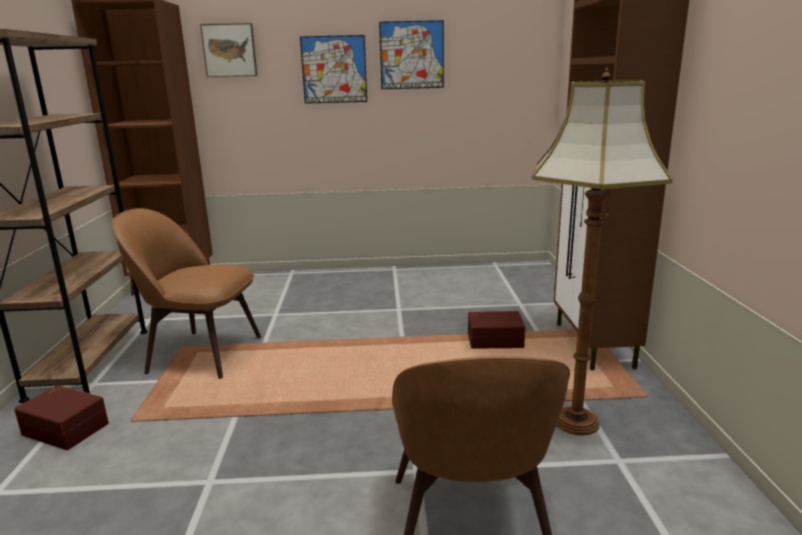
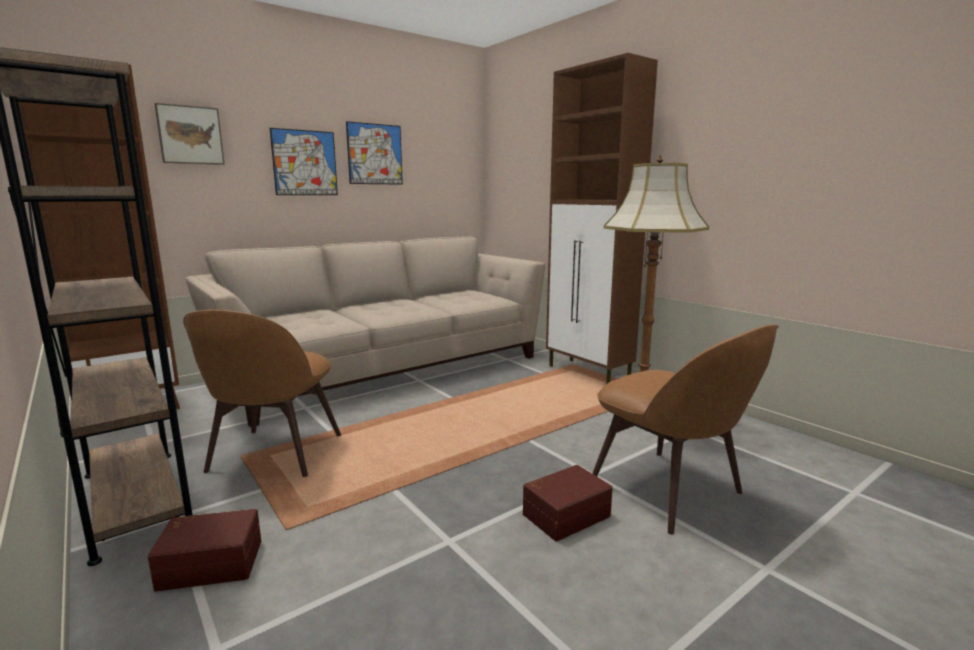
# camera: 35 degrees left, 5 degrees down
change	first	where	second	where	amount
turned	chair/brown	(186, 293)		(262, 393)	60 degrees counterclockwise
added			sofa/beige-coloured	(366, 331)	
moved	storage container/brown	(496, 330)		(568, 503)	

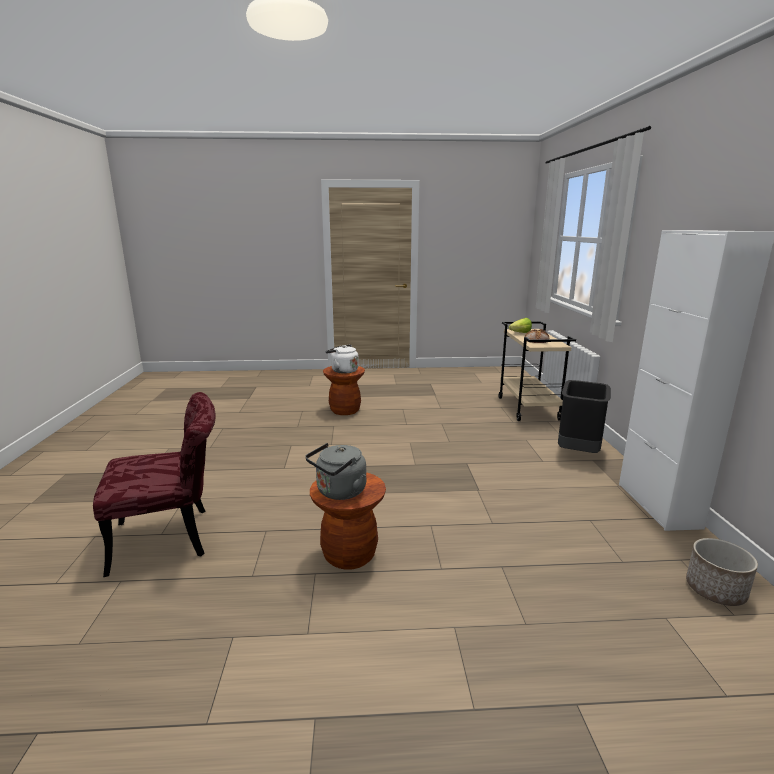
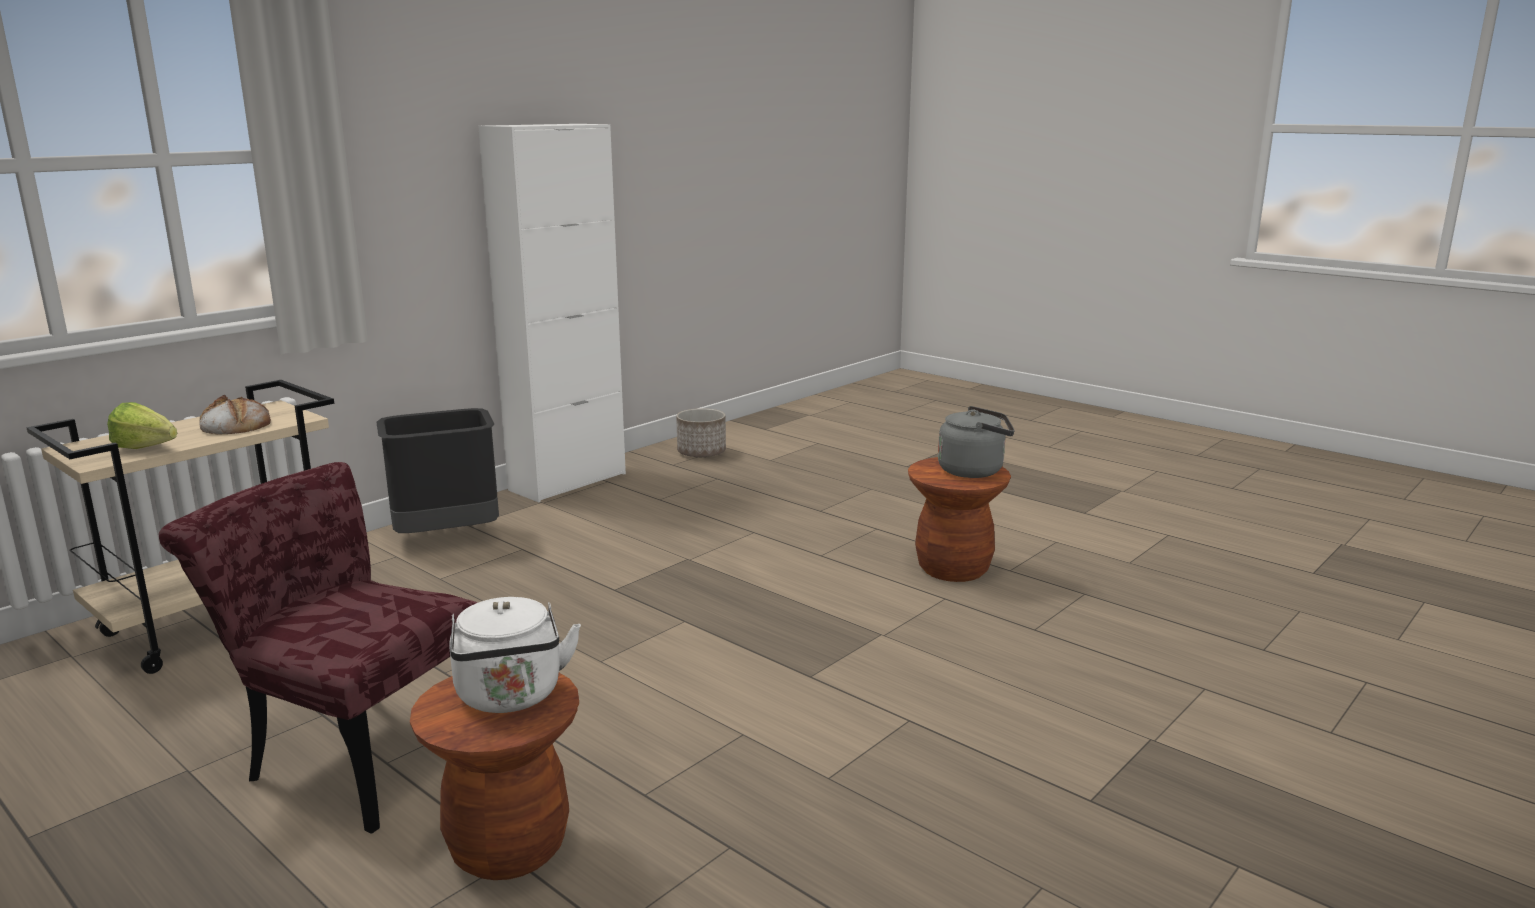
# camera: 135 degrees left, 0 degrees up
change	first	where	second	where	amount
moved	chair/reddish	(154, 484)		(318, 648)	

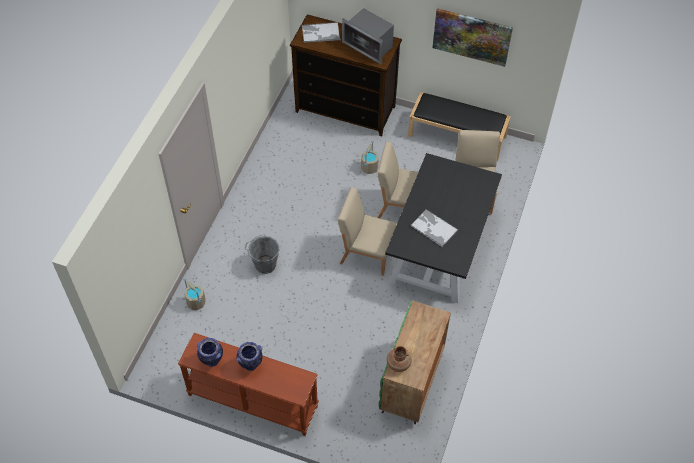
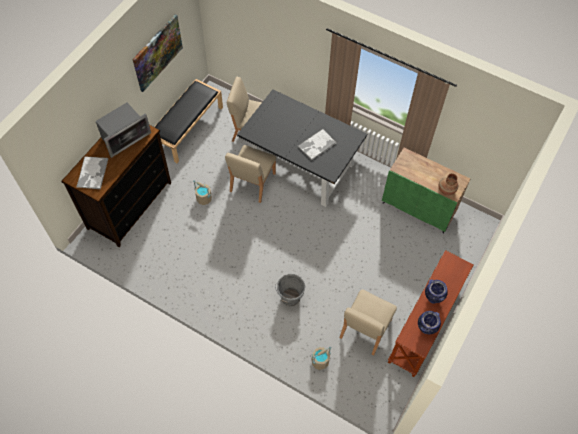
# camera: 80 degrees left, 5 degrees up
change	first	where	second	where	amount
moved	chair/beige-coloured	(367, 231)		(368, 322)	

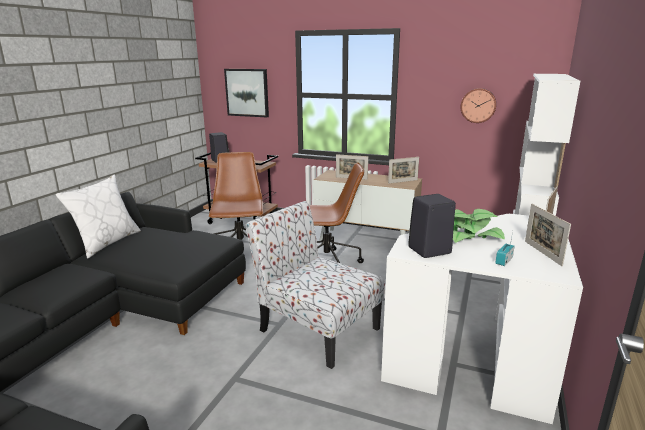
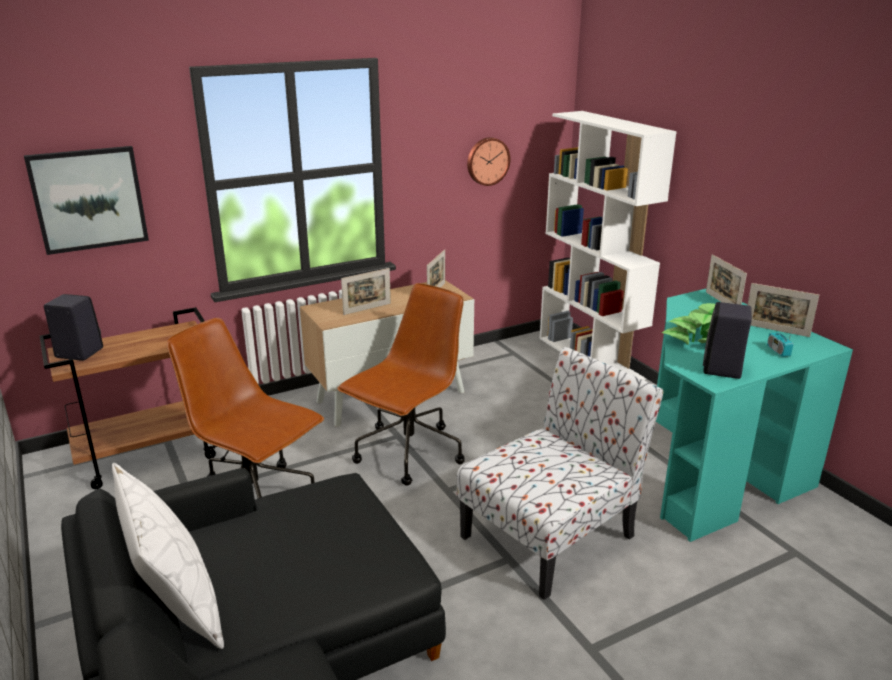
# camera: 50 degrees left, 5 degrees up
change	first	where	second	where	amount
turned	chair	(315, 285)		(559, 473)	150 degrees clockwise
recoloured	desk table/white	(482, 319)	desk table/turquoise	(754, 415)	

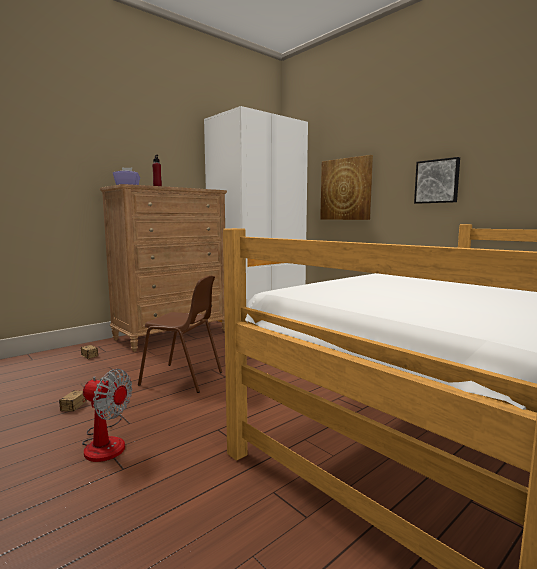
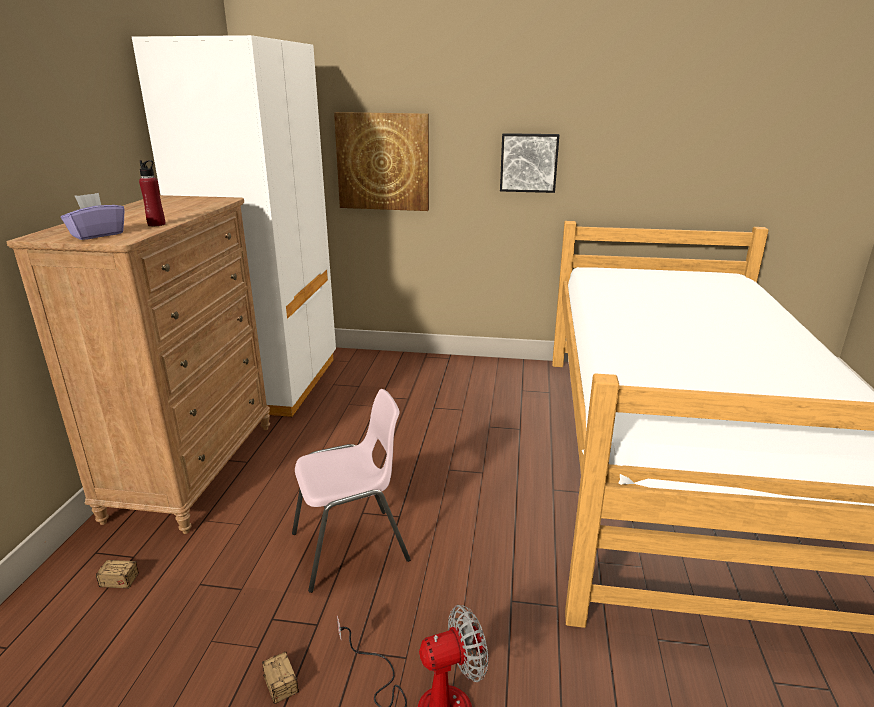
# camera: 40 degrees left, 15 degrees up
change	first	where	second	where	amount
recoloured	chair/brown	(180, 334)	chair/pink	(351, 491)	

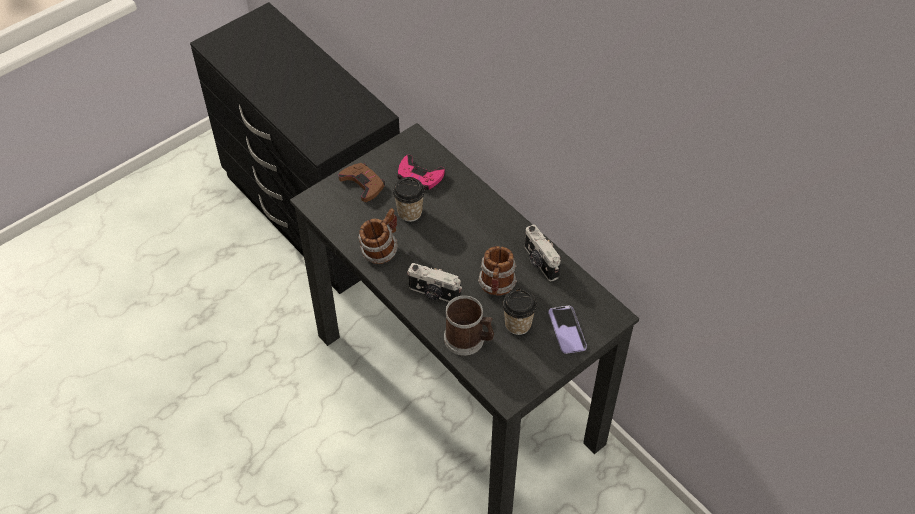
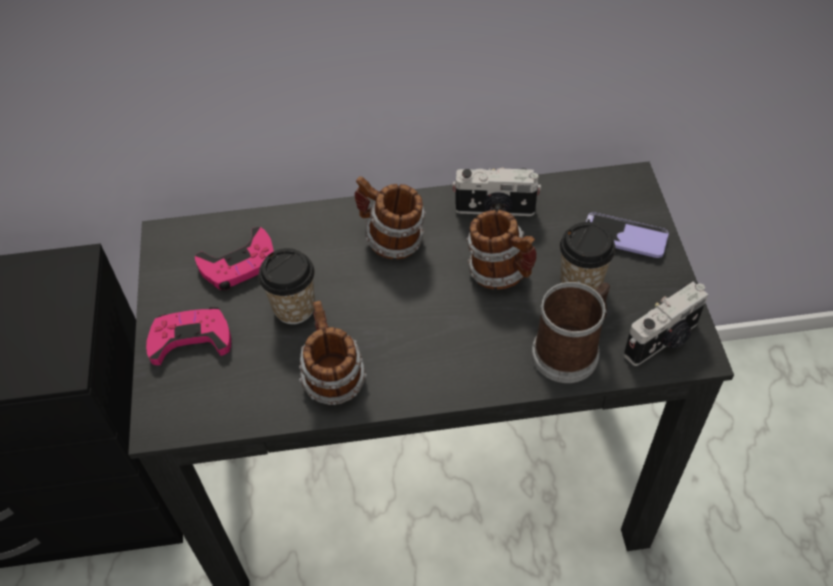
# camera: 55 degrees left, 0 degrees up
change	first	where	second	where	amount
recoloured	joypad/brown	(362, 182)	joypad/pink	(188, 336)	
added			mug	(390, 218)	
moved	still camera	(434, 282)		(666, 324)	

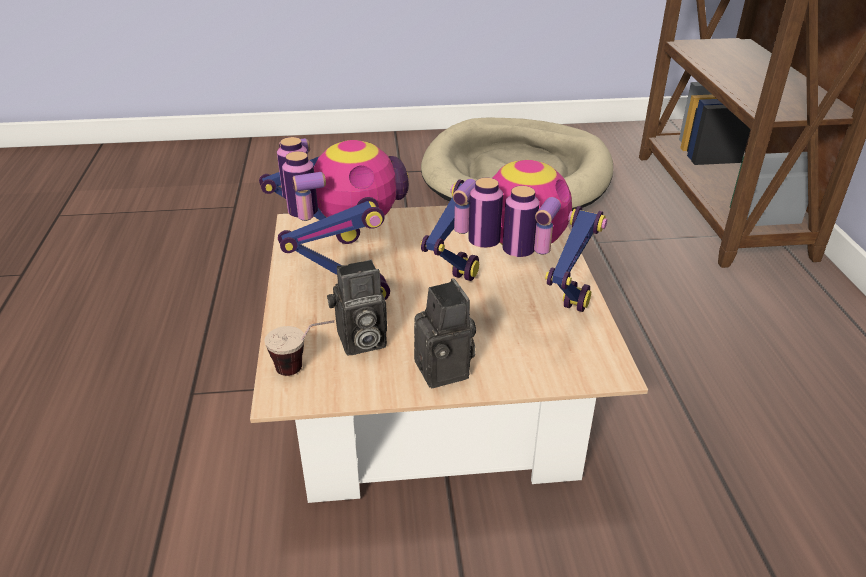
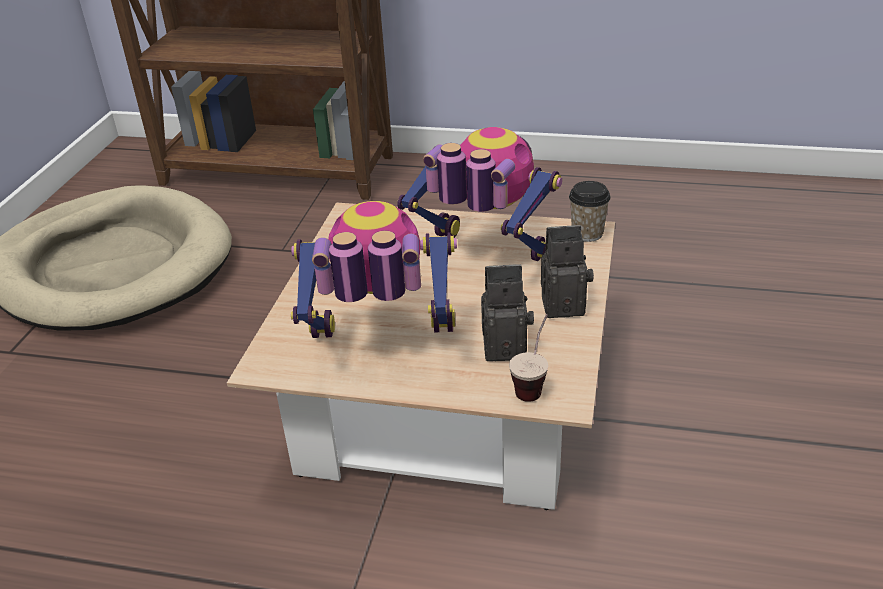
# camera: 70 degrees left, 0 degrees up
change	first	where	second	where	amount
turned	model robot	(514, 236)		(479, 194)	75 degrees clockwise
turned	still camera	(357, 307)		(507, 312)	90 degrees counterclockwise
added			drinking cup	(590, 211)	

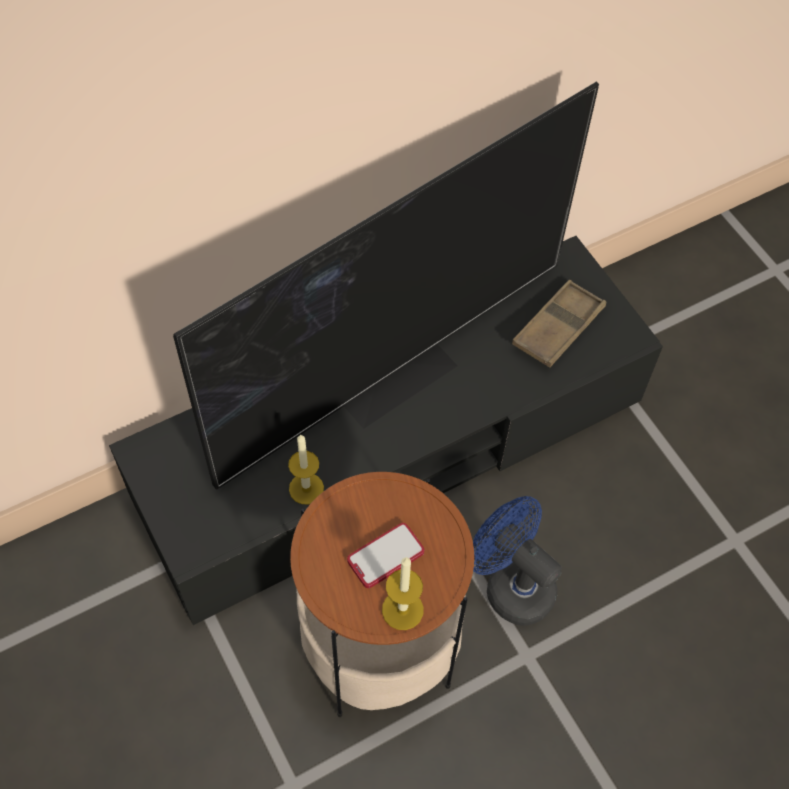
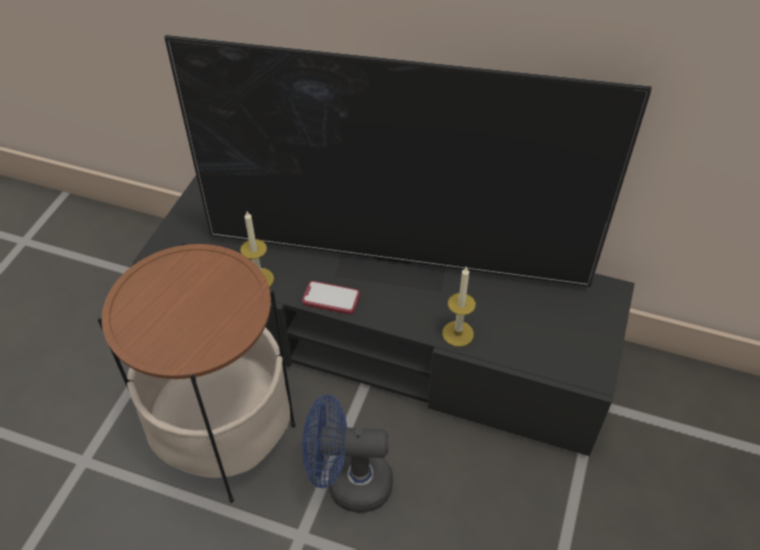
# camera: 50 degrees right, 10 degrees down
change	first	where	second	where	amount
moved	handset	(385, 555)		(331, 298)	
turned	cooling fan/blue	(517, 561)		(347, 453)	90 degrees counterclockwise
moved	wax light	(403, 593)		(459, 306)	
removed	serving tray/brown	(559, 324)			

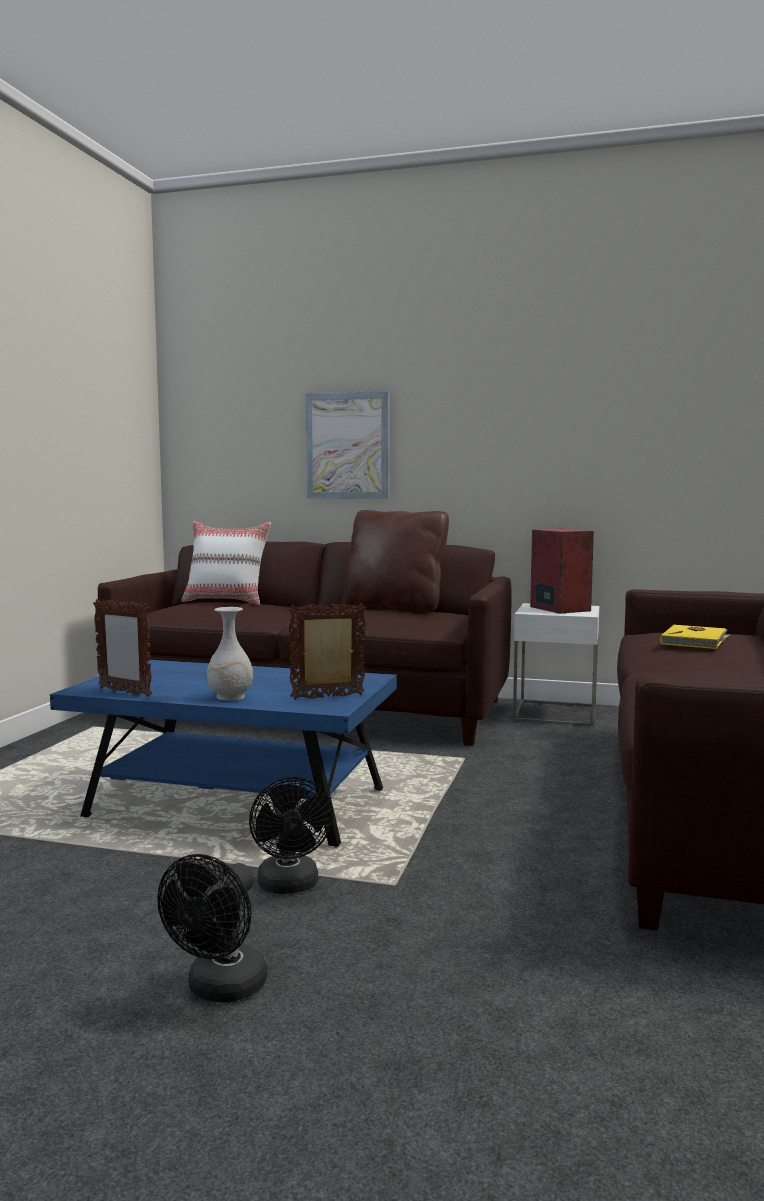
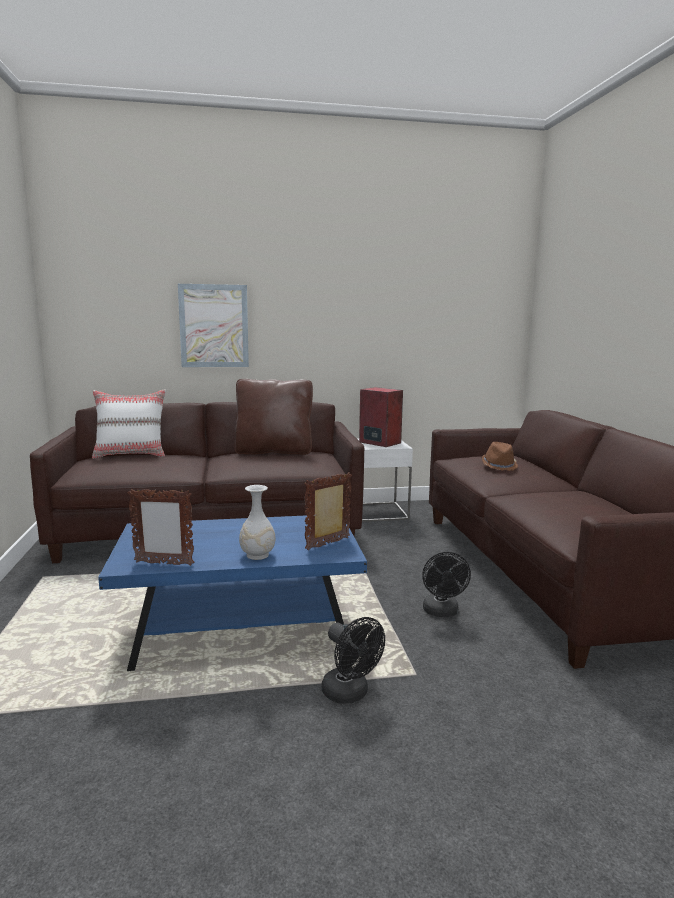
# camera: 25 degrees left, 5 degrees up
change	first	where	second	where	amount
moved	cooling fan/blackish	(212, 928)		(446, 584)	
replaced	volume/yellow	(695, 636)	wearable hat/brown	(500, 456)	

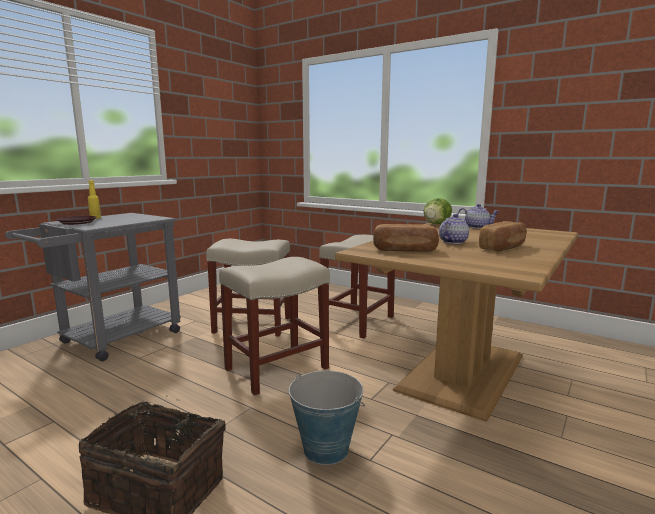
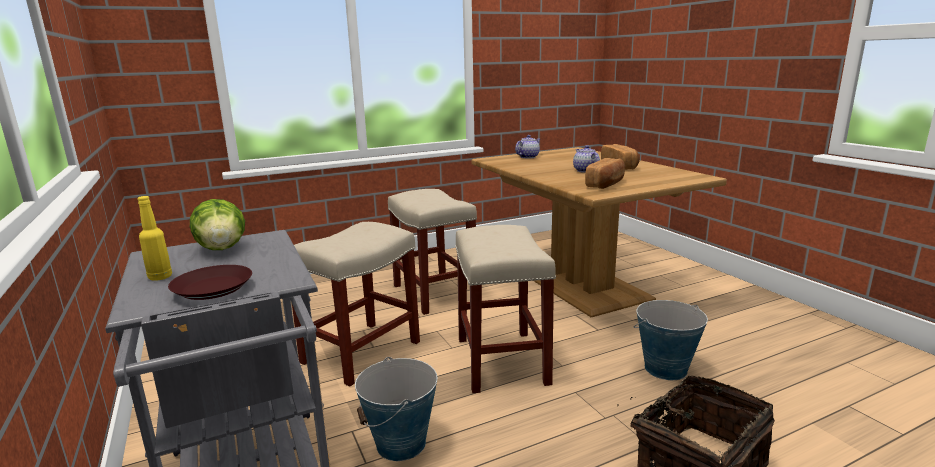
# camera: 60 degrees left, 5 degrees up
change	first	where	second	where	amount
moved	head of lettuce	(438, 211)		(217, 224)	
added			water bucket	(396, 409)	

